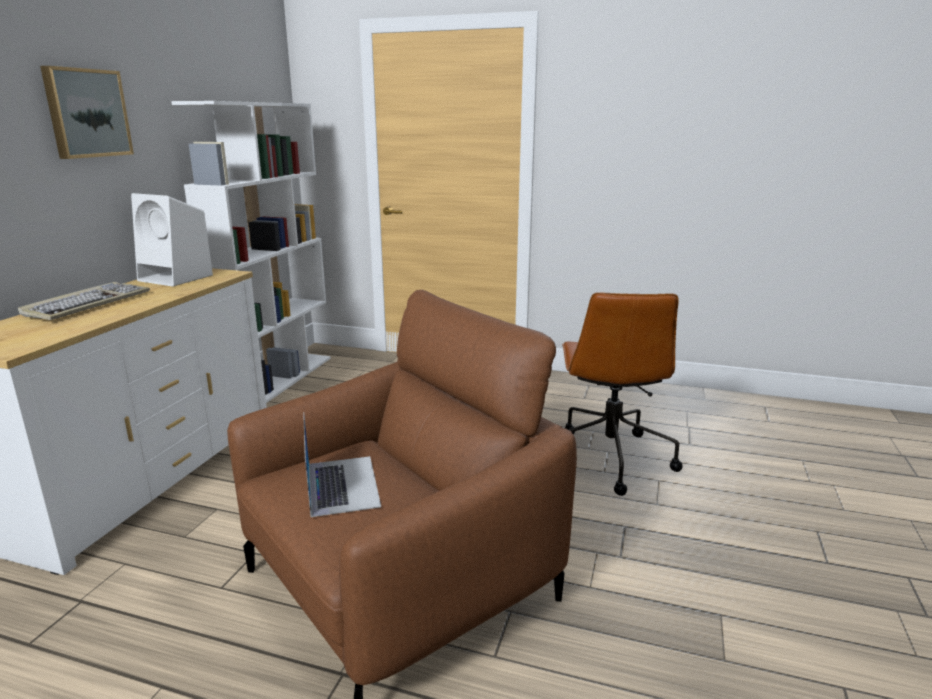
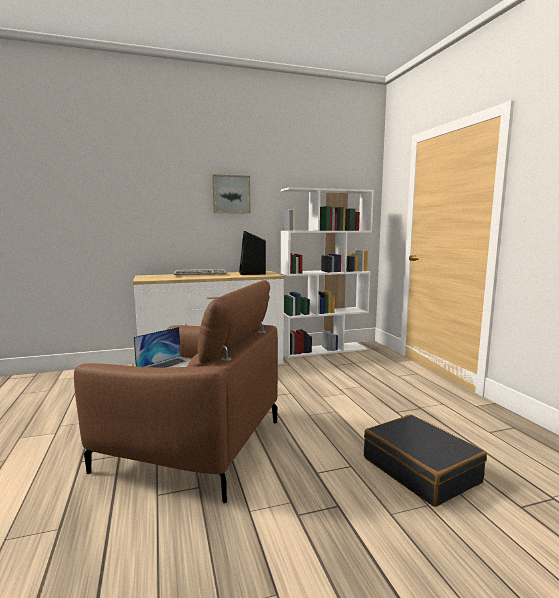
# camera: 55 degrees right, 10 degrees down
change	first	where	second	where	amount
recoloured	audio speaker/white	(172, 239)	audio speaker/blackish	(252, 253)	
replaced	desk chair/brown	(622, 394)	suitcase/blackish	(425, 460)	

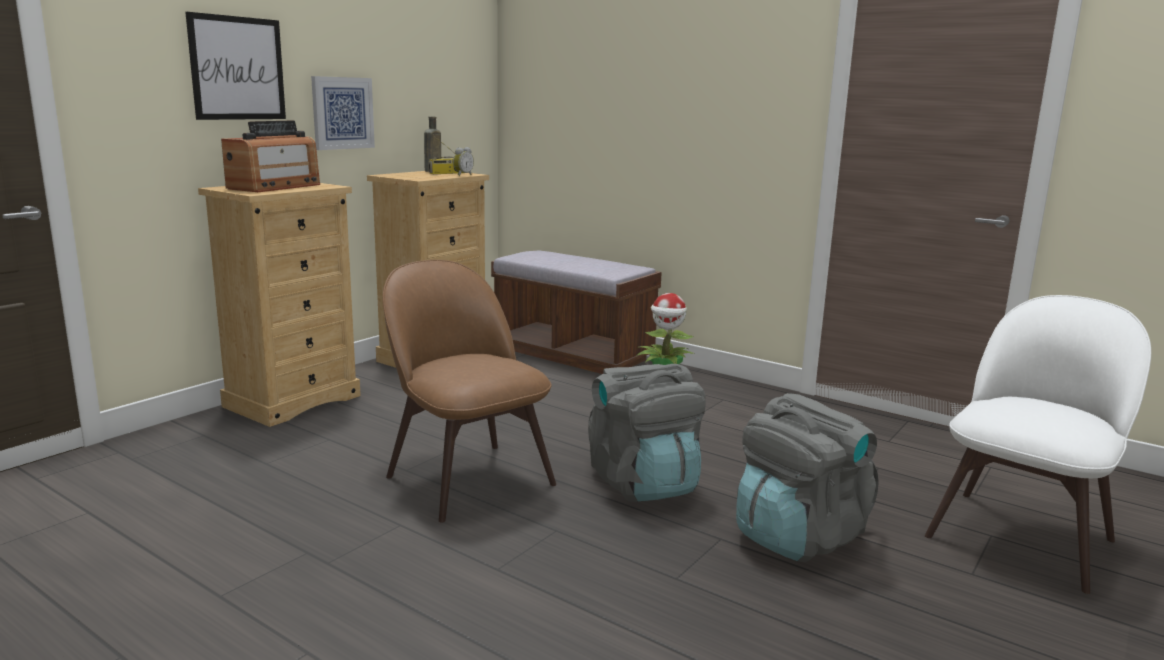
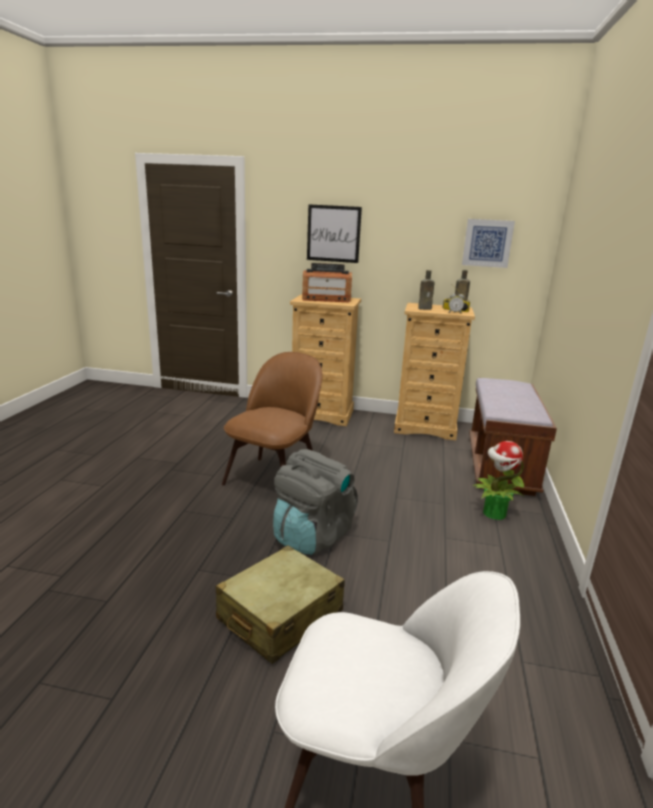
# camera: 65 degrees right, 5 degrees up
change	first	where	second	where	amount
replaced	knapsack/gray	(807, 477)	suitcase/beige-coloured	(280, 604)	
added			bottle/brown	(426, 290)	
moved	wall art	(343, 113)		(488, 243)	

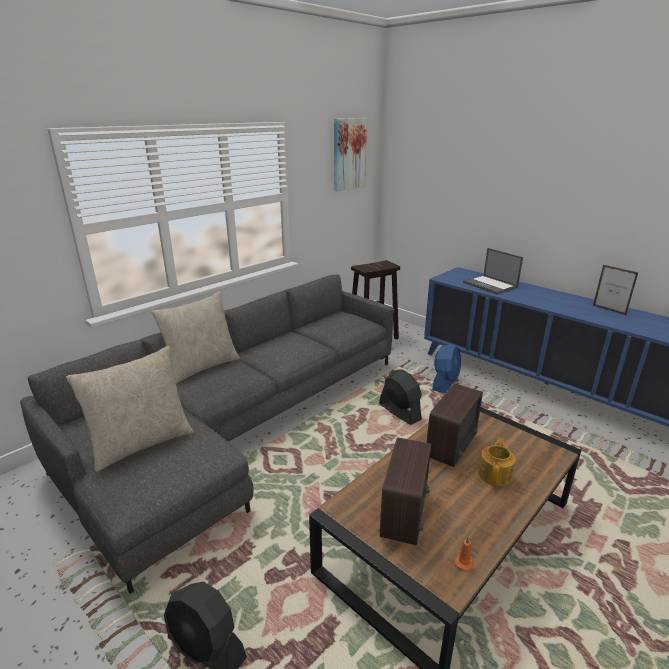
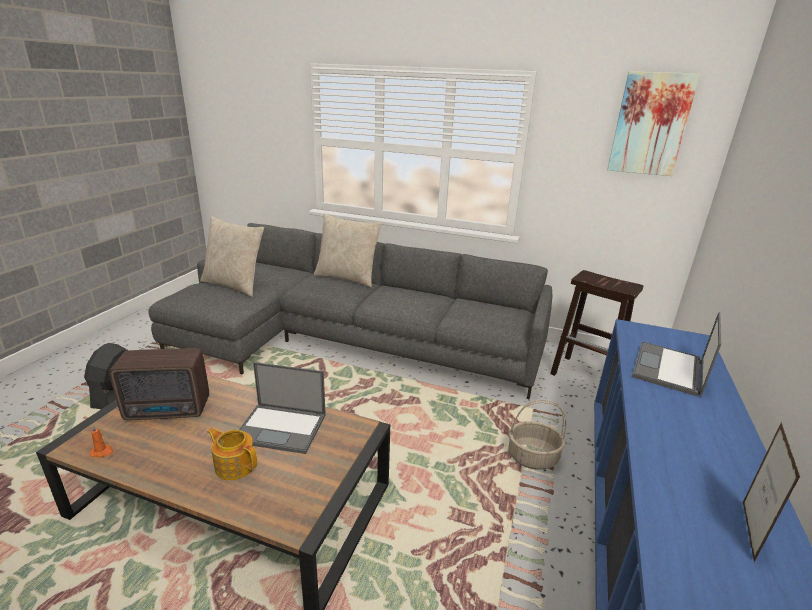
# camera: 65 degrees right, 0 degrees up
change	first	where	second	where	amount
turned	teapot	(496, 462)		(232, 454)	150 degrees counterclockwise
replaced	radio set	(454, 425)	notebook computer	(282, 408)	
replaced	cooling fan/blue	(446, 369)	basket	(537, 435)	
removed	cooling fan/blackish	(400, 397)			

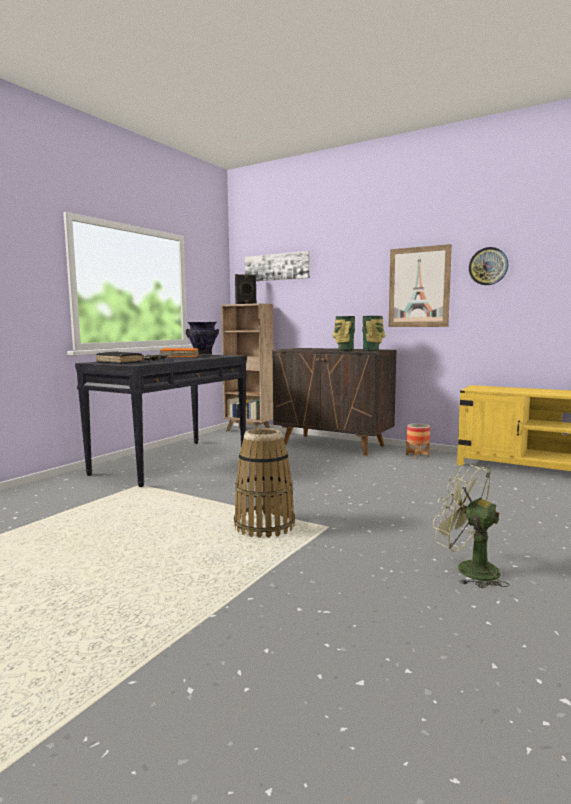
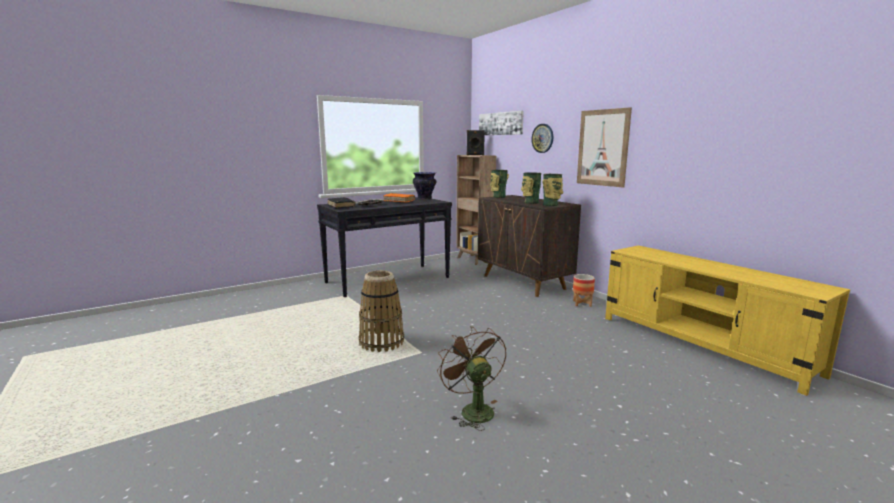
# camera: 25 degrees right, 5 degrees up
change	first	where	second	where	amount
recoloured	cooling fan/green	(471, 525)	cooling fan/brown	(471, 378)	
added			flower vase	(499, 184)	
moved	hanging clock	(488, 266)		(542, 138)	

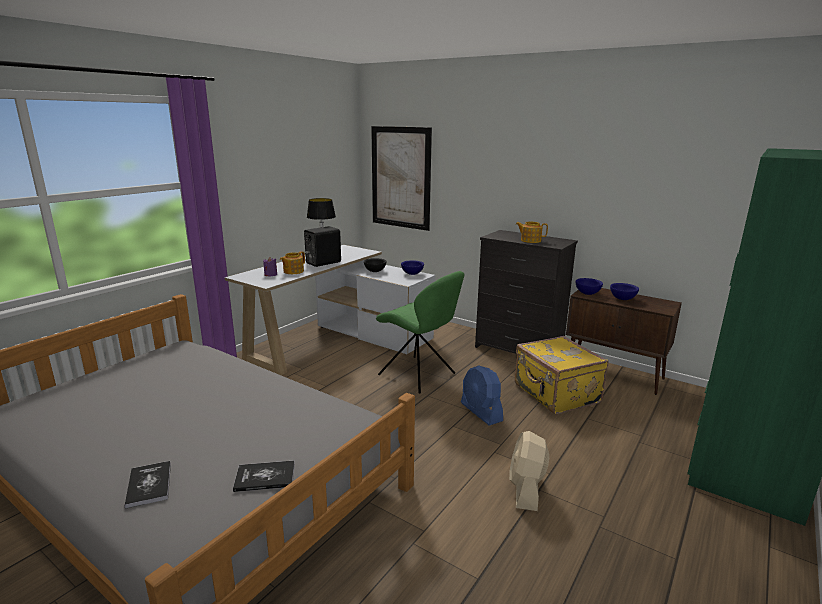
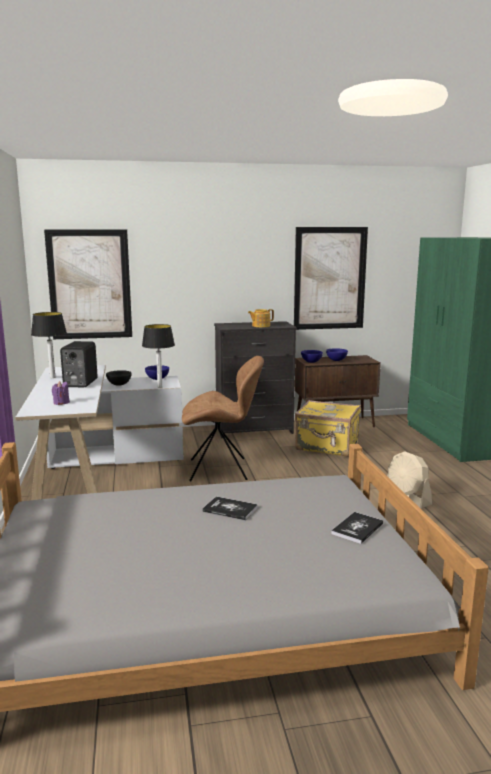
# camera: 45 degrees left, 5 degrees down
change	first	where	second	where	amount
added			lamp for a table	(158, 356)	
recoloured	chair/green	(420, 332)	chair/brown	(223, 418)	
moved	volume	(148, 485)		(230, 508)	
added			wall art	(331, 278)	
removed	teapot	(292, 262)			
removed	cooling fan/blue	(482, 395)			

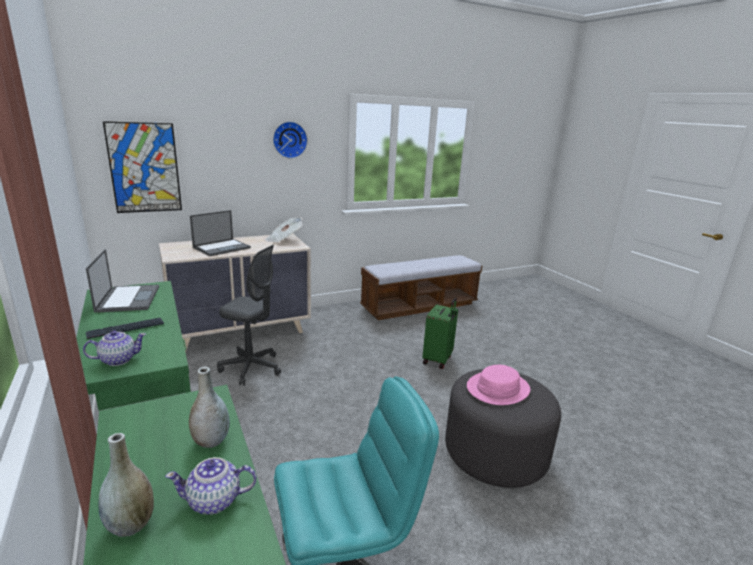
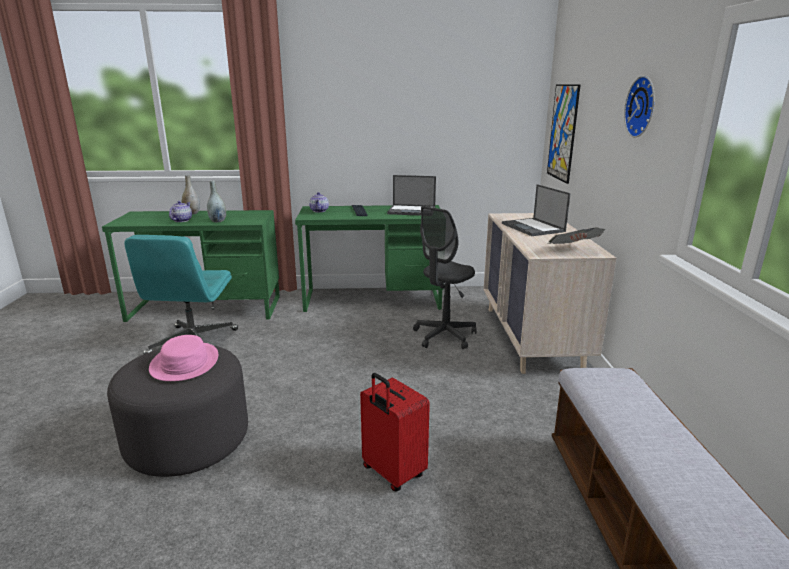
# camera: 115 degrees right, 0 degrees up
change	first	where	second	where	amount
recoloured	suitcase/green	(440, 333)	suitcase/reddish	(395, 432)	

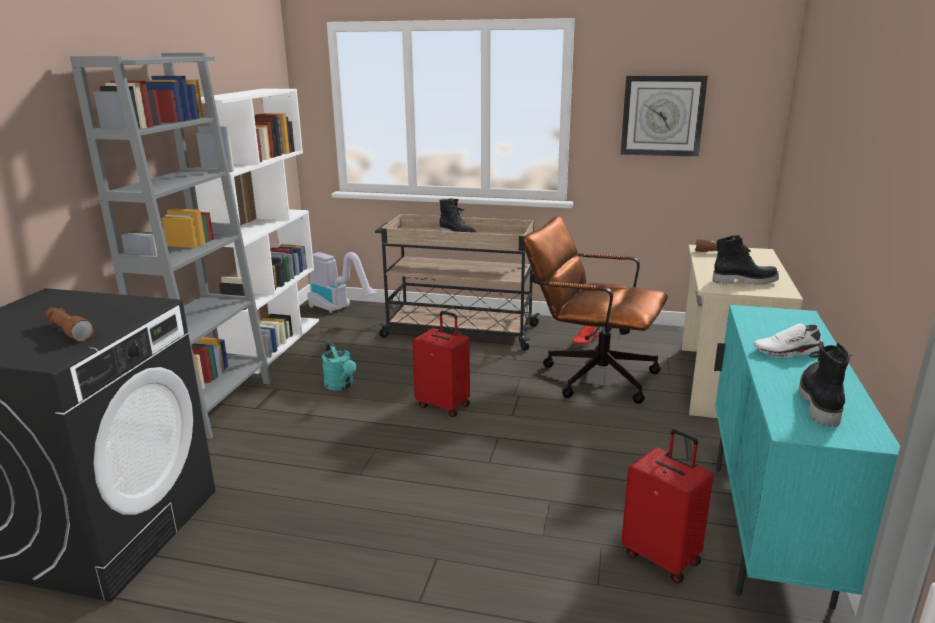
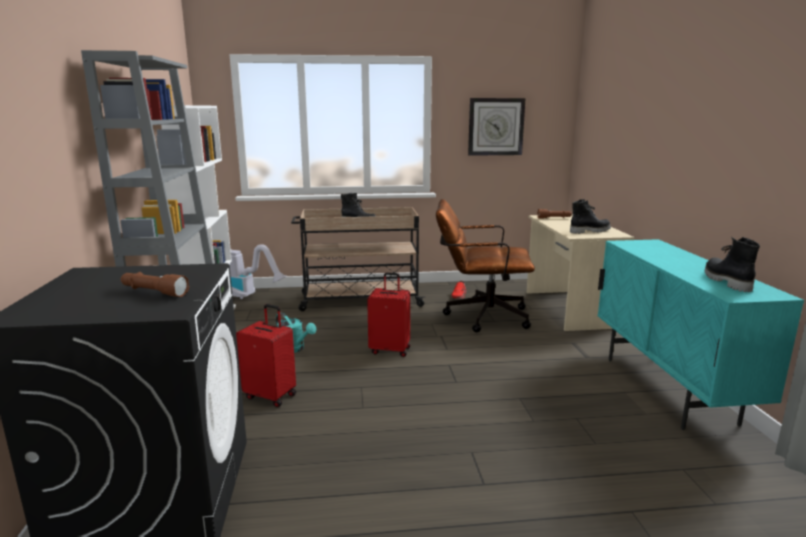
# camera: 20 degrees left, 5 degrees down
change	first	where	second	where	amount
moved	suitcase/reddish	(667, 506)		(266, 355)	
removed	low shoe/white	(789, 340)			

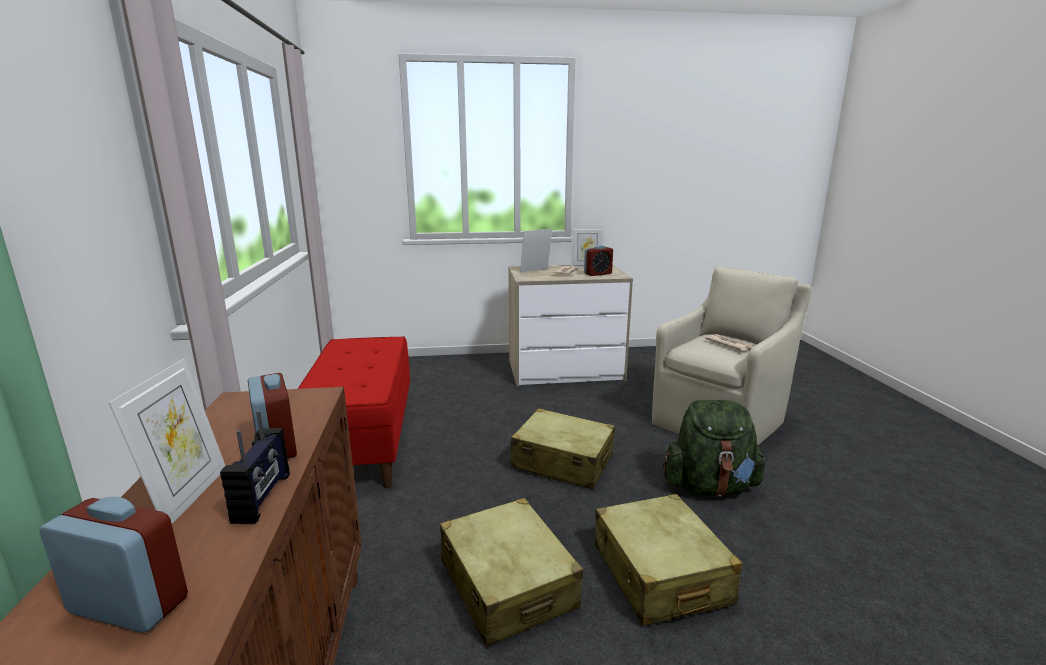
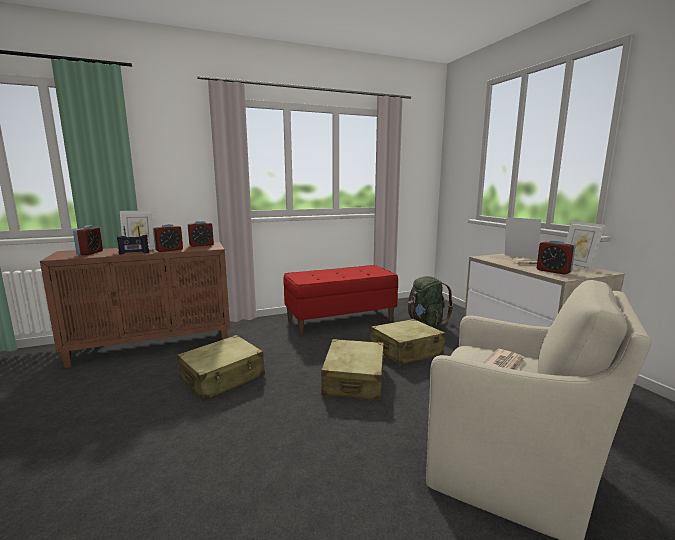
# camera: 75 degrees right, 5 degrees down
change	first	where	second	where	amount
added			table clock	(201, 234)	
moved	suitcase/beige-coloured	(668, 560)		(407, 342)	
moved	knapsack/green	(714, 448)		(430, 301)	

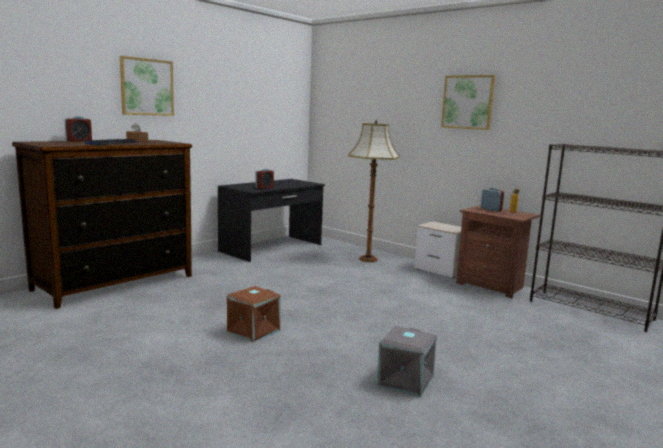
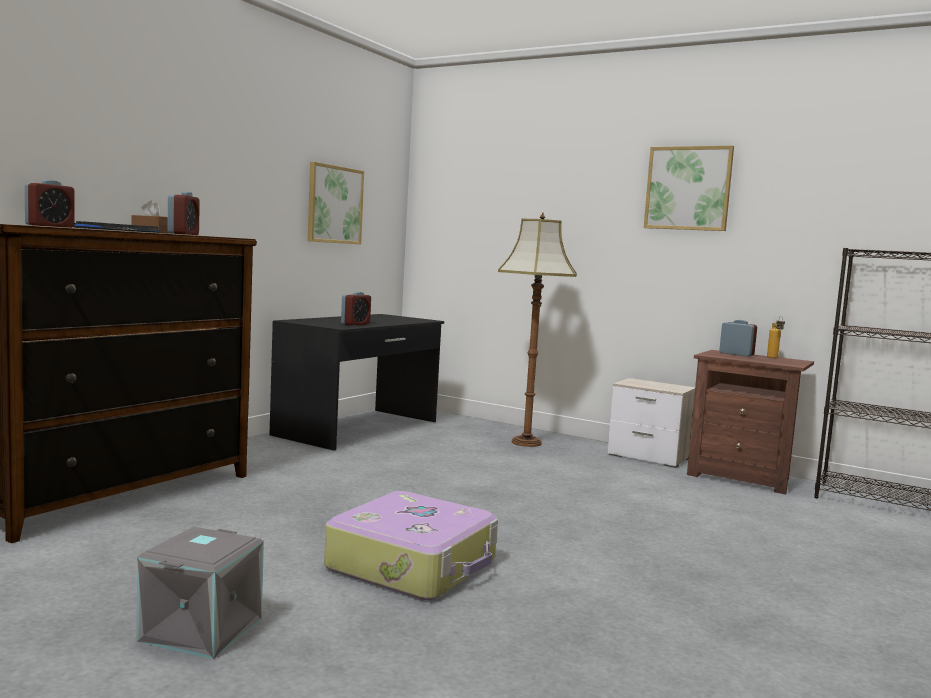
# camera: 10 degrees left, 5 degrees down
change	first	where	second	where	amount
moved	storage container/gray	(407, 361)		(200, 593)	
added			table clock	(183, 213)	
moved	wall art	(147, 86)		(336, 203)	
replaced	storage container/brown	(254, 314)	suitcase	(411, 545)	

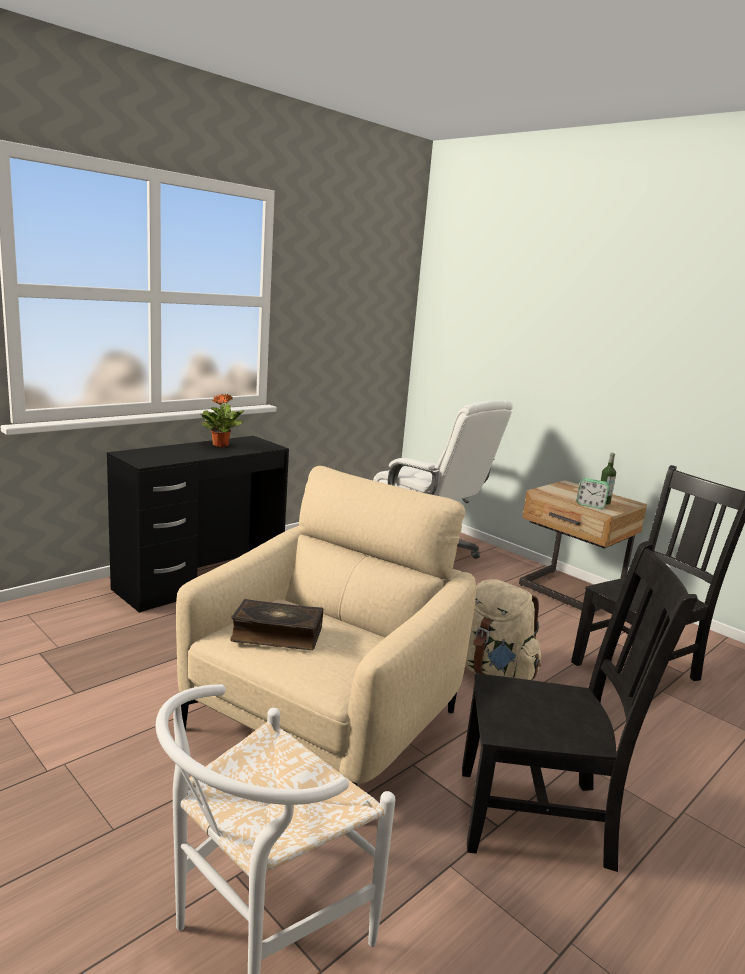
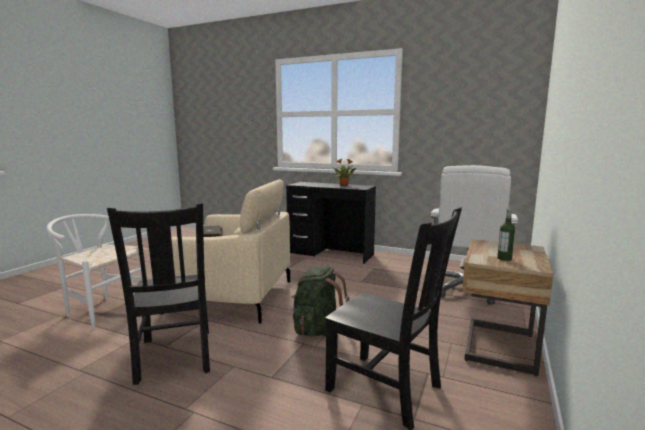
# camera: 70 degrees right, 5 degrees down
change	first	where	second	where	amount
recoloured	knapsack/beige-coloured	(503, 629)	knapsack/green	(320, 301)	
removed	table clock	(593, 493)			

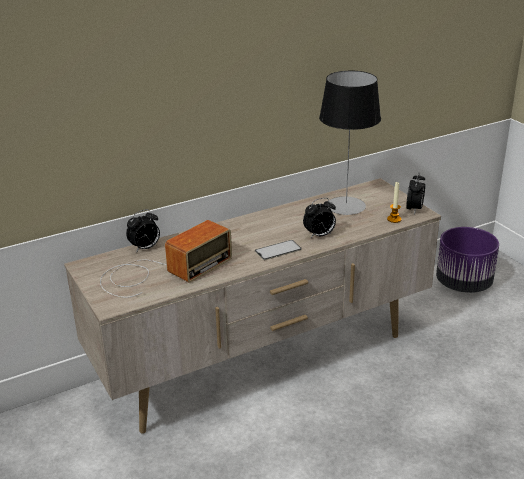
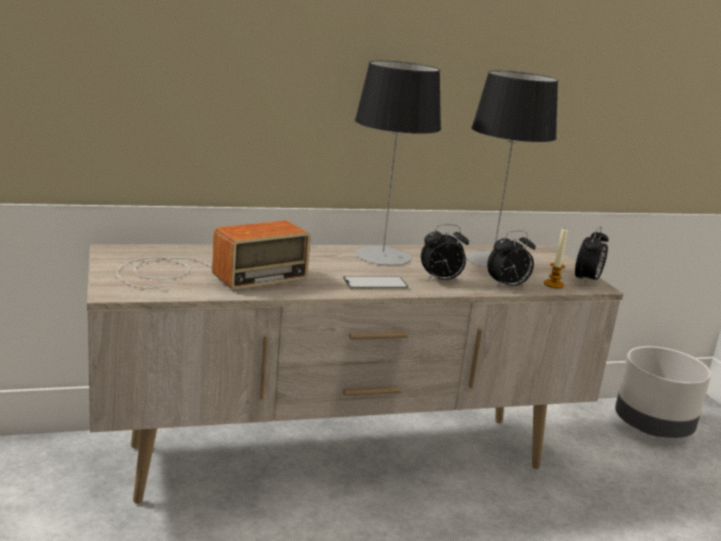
# camera: 10 degrees right, 10 degrees down
change	first	where	second	where	amount
added			lamp for a table	(398, 163)	
moved	table clock	(143, 230)		(511, 259)	
recoloured	planter/purple	(467, 260)	planter/gray	(663, 392)	

